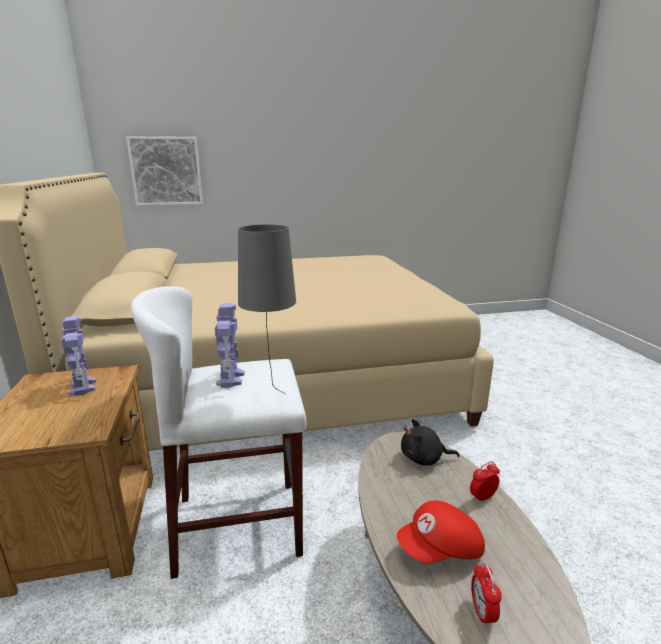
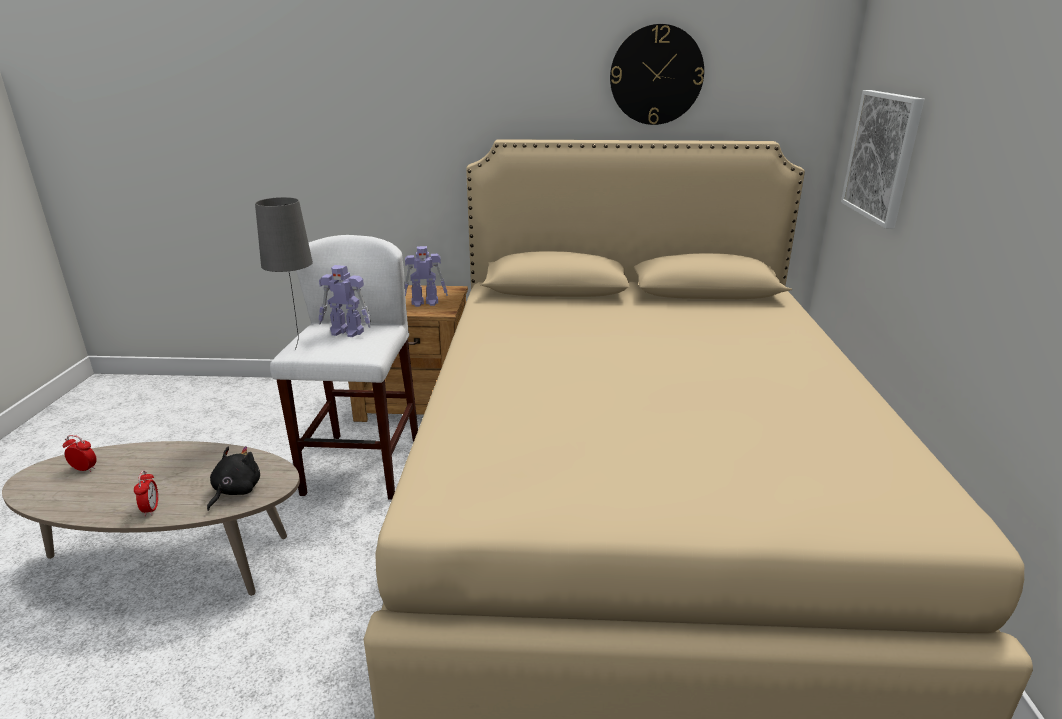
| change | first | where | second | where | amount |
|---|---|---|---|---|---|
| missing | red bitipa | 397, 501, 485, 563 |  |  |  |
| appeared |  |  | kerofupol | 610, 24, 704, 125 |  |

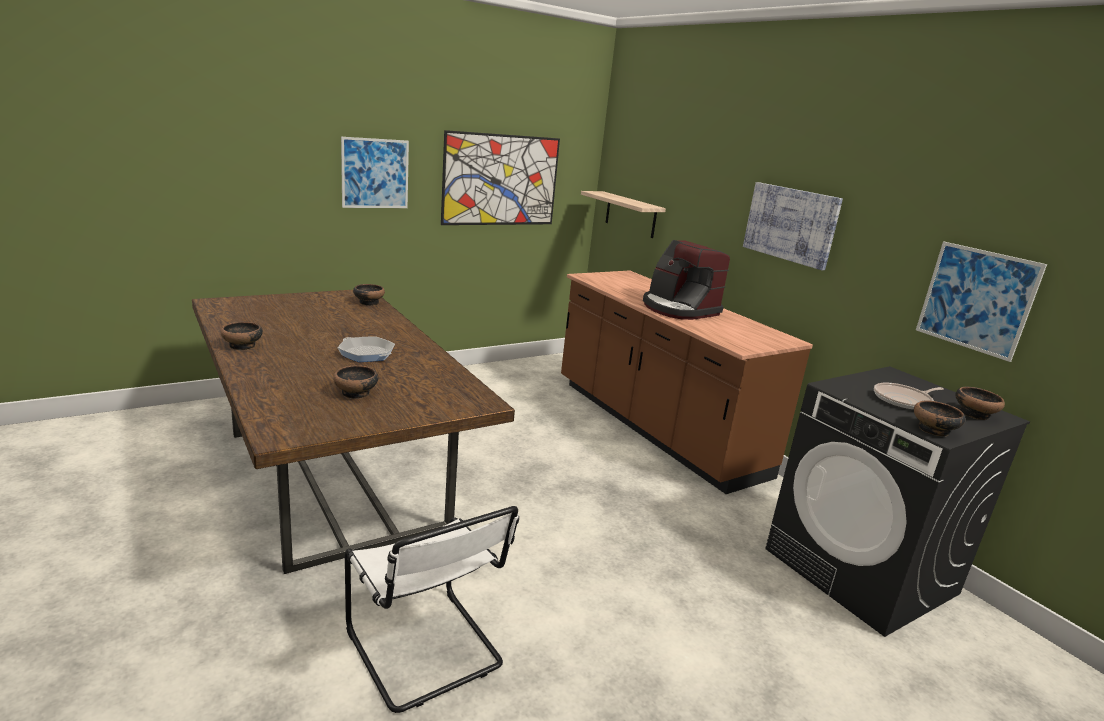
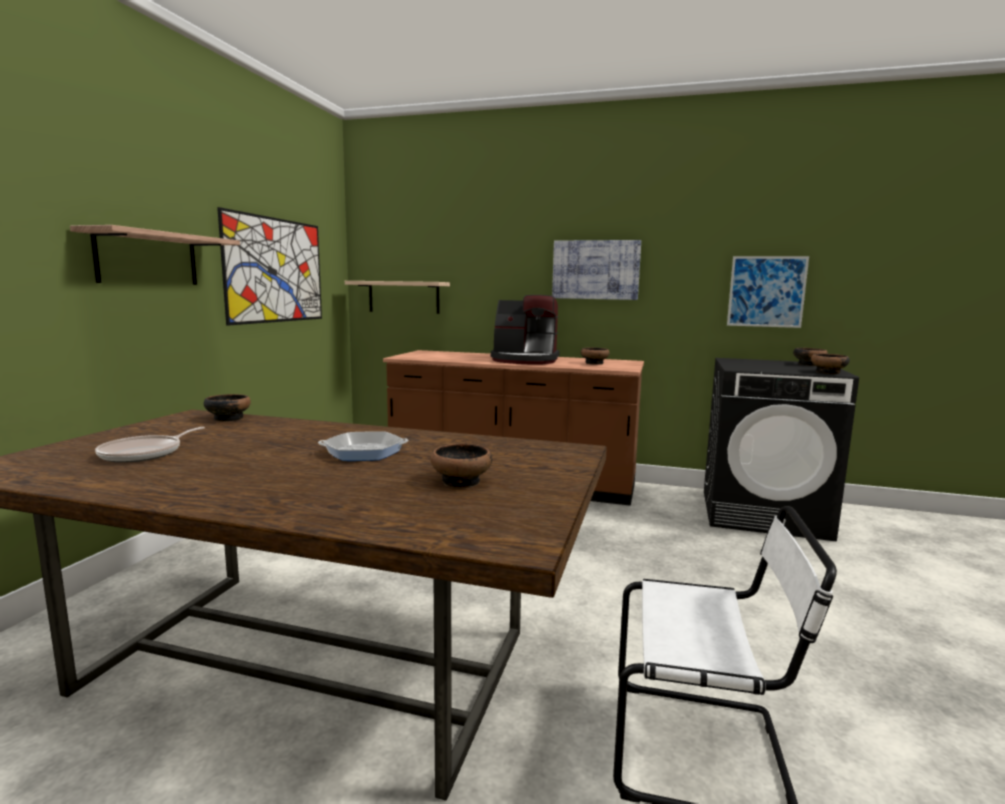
| change | first | where | second | where | amount |
|---|---|---|---|---|---|
| exchanged | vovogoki | 341, 137, 409, 208 | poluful | 70, 225, 240, 285 |  |
| relocated | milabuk | 220, 322, 263, 350 |  | 581, 347, 610, 365 |  |
| relocated | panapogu | 874, 383, 944, 410 |  | 95, 427, 205, 462 |  |

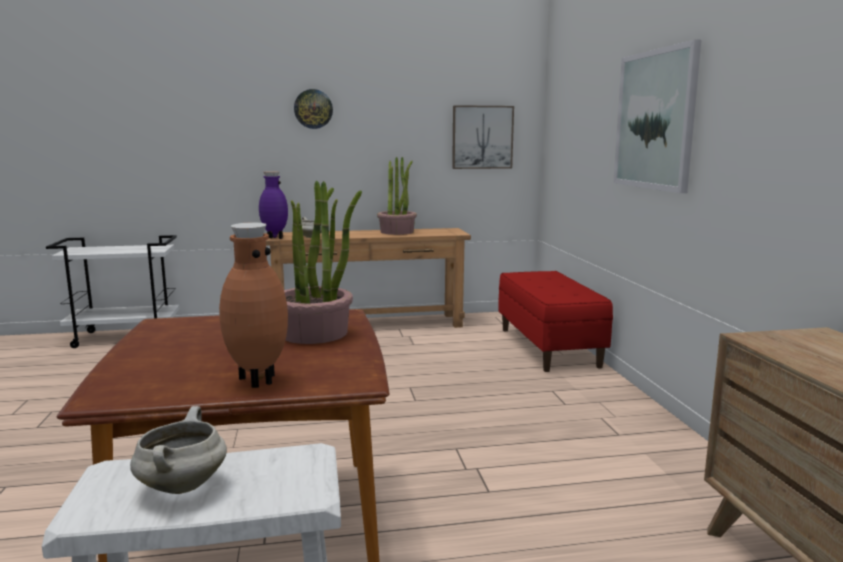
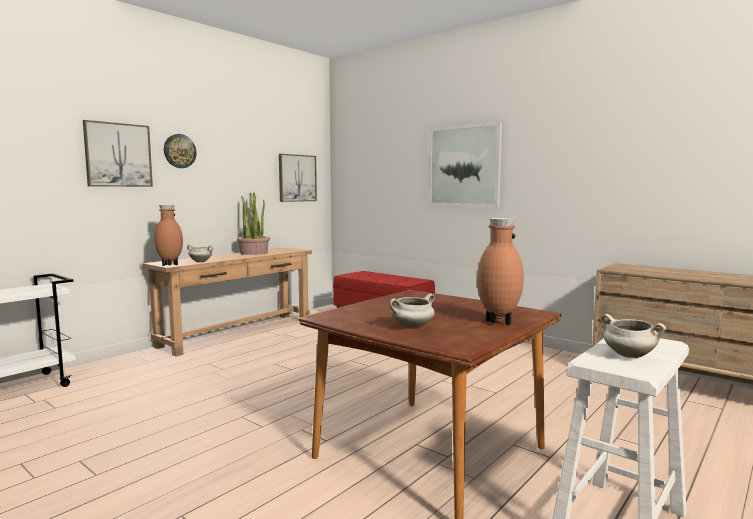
| change | first | where | second | where | amount |
|---|---|---|---|---|---|
| colour | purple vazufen | 259, 171, 288, 239 | brown vazufen | 154, 205, 183, 266 |  |
| missing | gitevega | 284, 181, 362, 344 |  |  |  |
| appeared |  |  | vovogoki | 83, 120, 153, 187 |  |
| appeared |  |  | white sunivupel | 390, 294, 435, 329 |  |

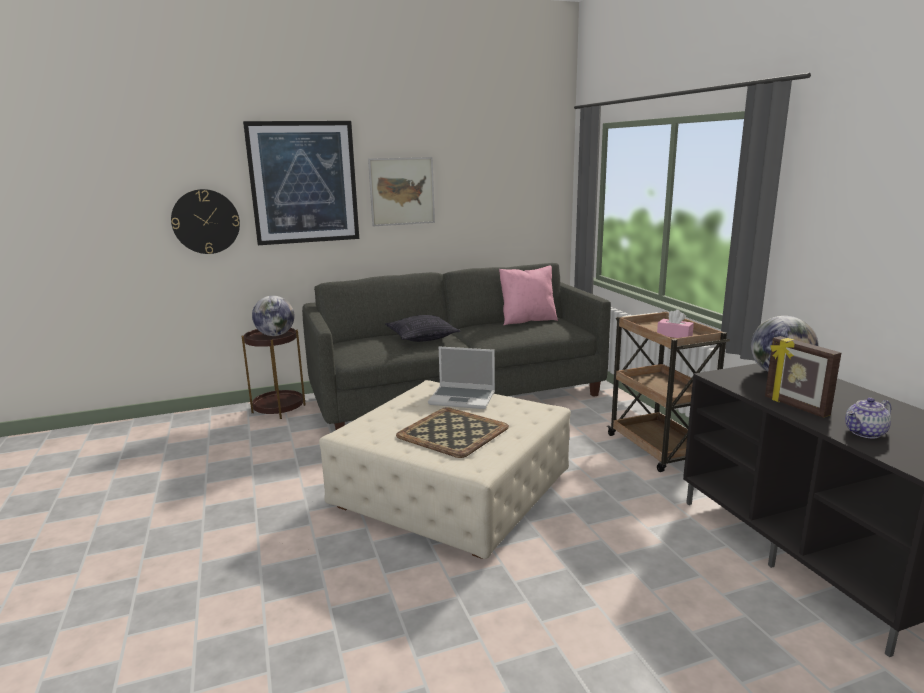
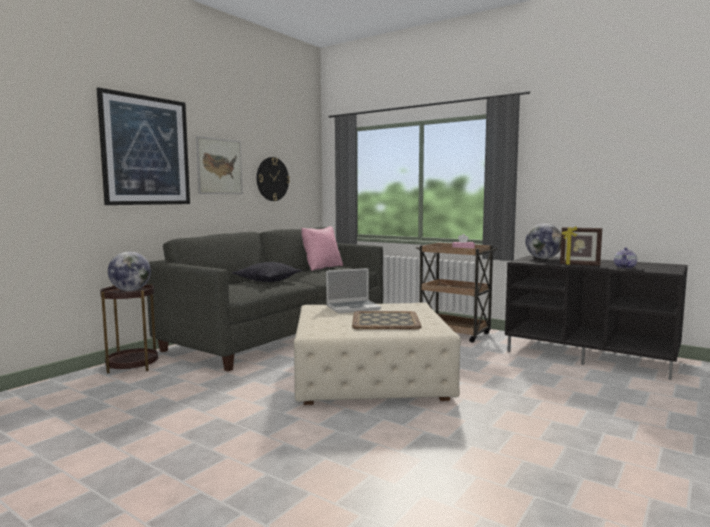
| change | first | where | second | where | amount |
|---|---|---|---|---|---|
| relocated | kerofupol | 171, 189, 240, 254 |  | 257, 157, 290, 201 |  |

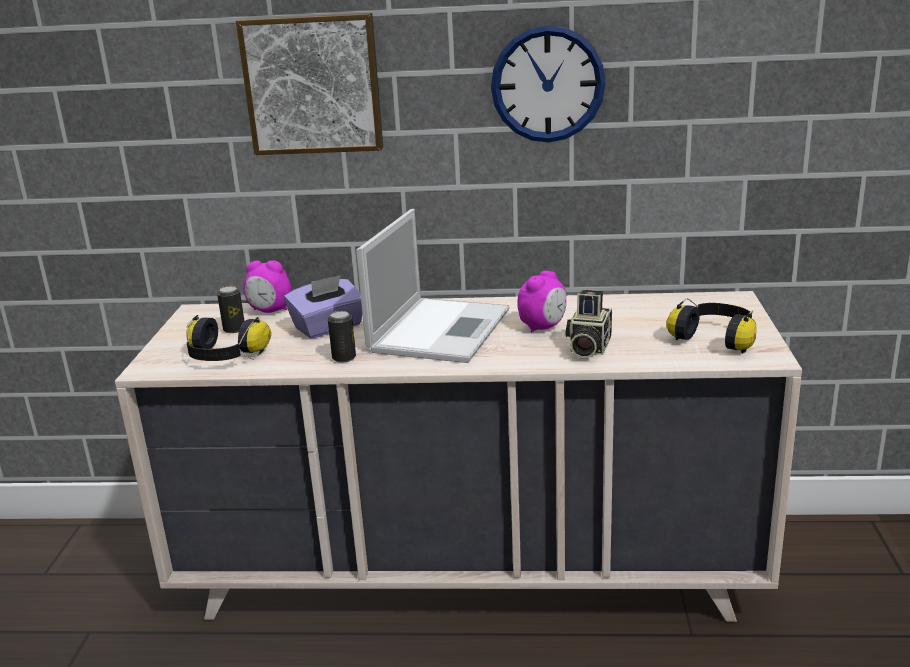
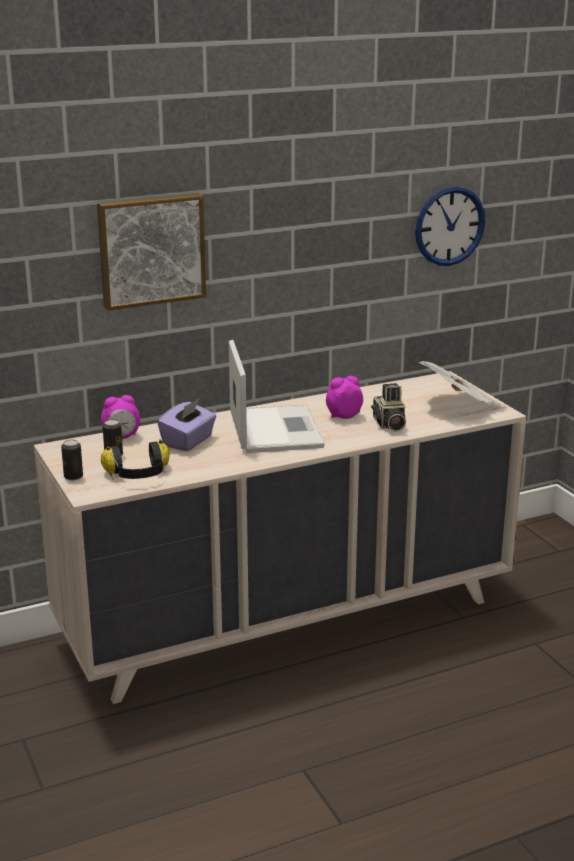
| change | first | where | second | where | amount |
|---|---|---|---|---|---|
| relocated | kerofupol | 491, 25, 606, 142 |  | 415, 186, 485, 266 |  |
| spun | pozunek | 517, 271, 566, 333 |  | 326, 376, 363, 419 | 120 degrees counterclockwise |
| exchanged | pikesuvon | 666, 298, 757, 354 | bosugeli | 418, 361, 507, 407 |  |
| relocated | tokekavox | 328, 311, 356, 362 |  | 61, 440, 83, 480 |  |

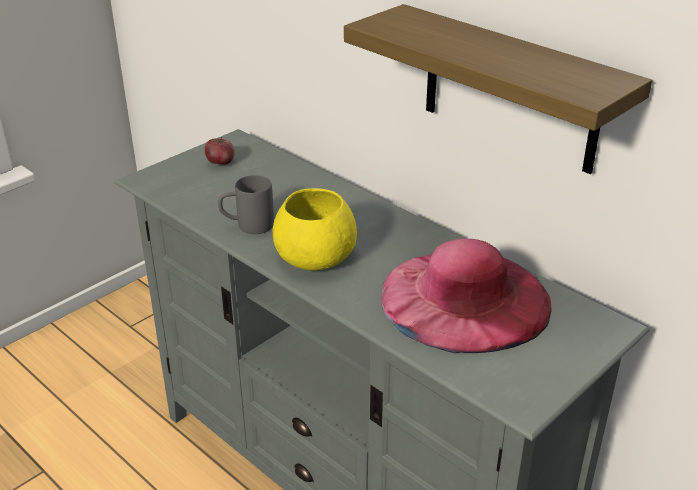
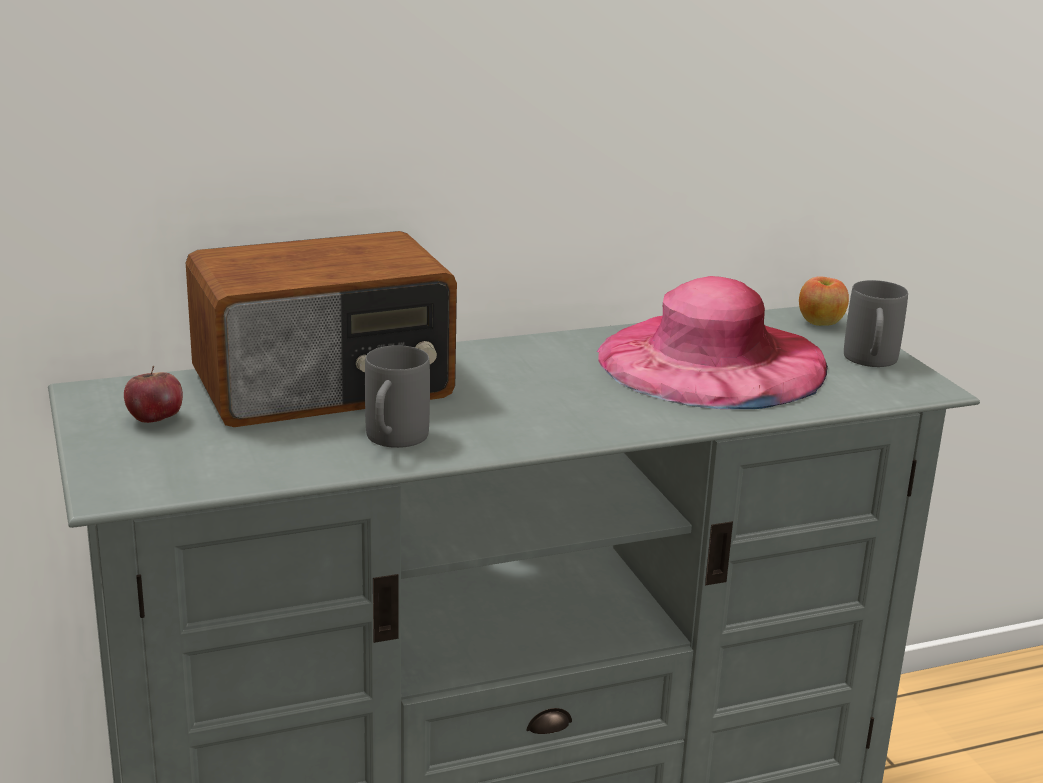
| change | first | where | second | where | amount |
|---|---|---|---|---|---|
| missing | poluful | 344, 4, 652, 174 |  |  |  |
| missing | yellow milabuk | 273, 188, 357, 271 |  |  |  |
| appeared |  |  | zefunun | 186, 231, 457, 427 |  |
| appeared |  |  | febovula | 799, 276, 849, 326 |  |
| appeared |  |  | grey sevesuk | 844, 280, 908, 367 |  |

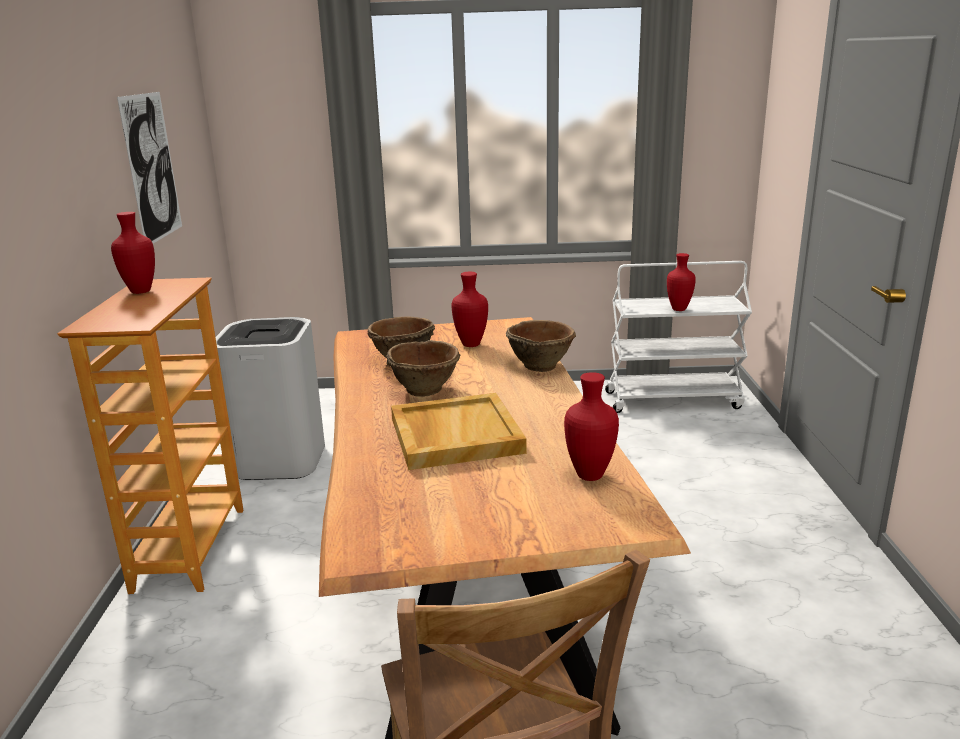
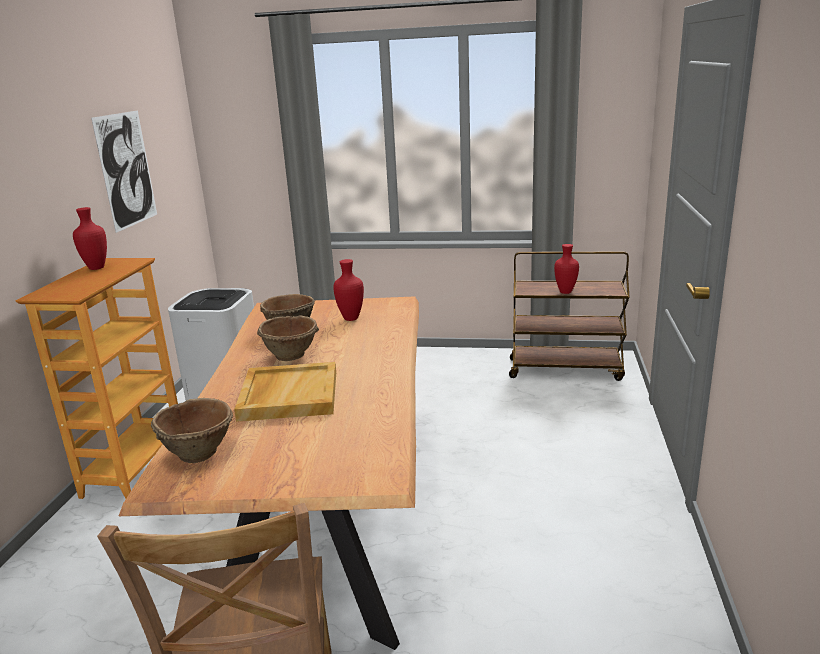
| change | first | where | second | where | amount |
|---|---|---|---|---|---|
| colour | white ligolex | 605, 261, 752, 413 | brown ligolex | 509, 251, 629, 381 |  |
| relocated | brown milabuk | 506, 320, 576, 372 |  | 151, 398, 233, 463 |  |
| missing | red vazufen | 564, 372, 619, 481 |  |  |  |

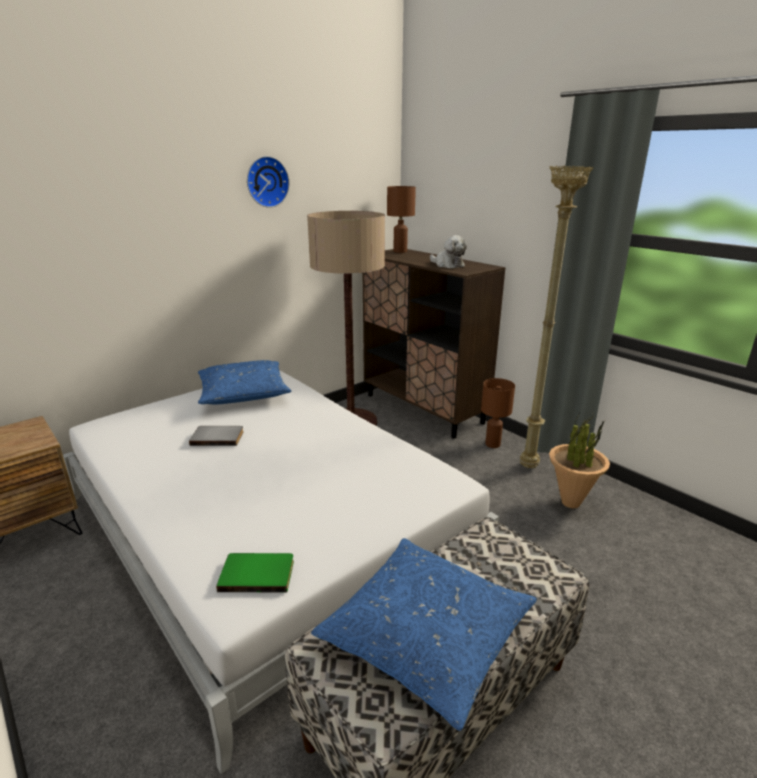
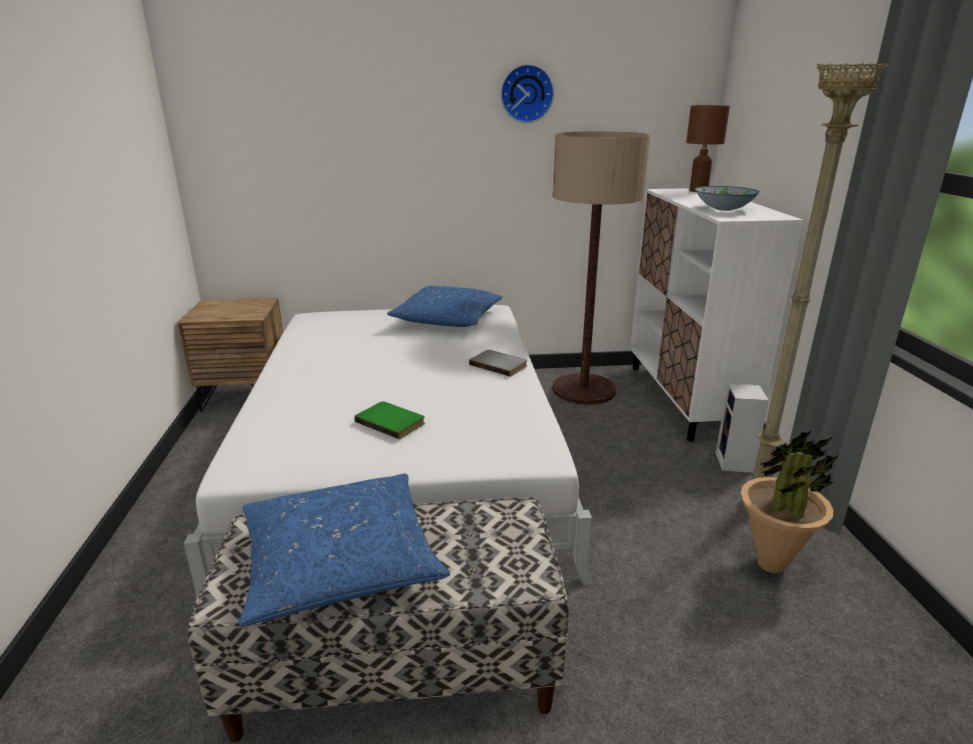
| change | first | where | second | where | amount |
|---|---|---|---|---|---|
| exchanged | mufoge | 430, 235, 467, 268 | milabuk | 695, 186, 760, 211 |  |
| colour | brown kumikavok | 363, 249, 506, 439 | white kumikavok | 630, 188, 804, 442 |  |
| exchanged | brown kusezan | 481, 378, 515, 448 | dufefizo | 716, 384, 769, 473 |  |
| relocated | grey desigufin | 189, 426, 244, 446 |  | 469, 350, 528, 377 |  |
| relocated | green desigufin | 216, 553, 294, 592 |  | 354, 401, 425, 439 |  |

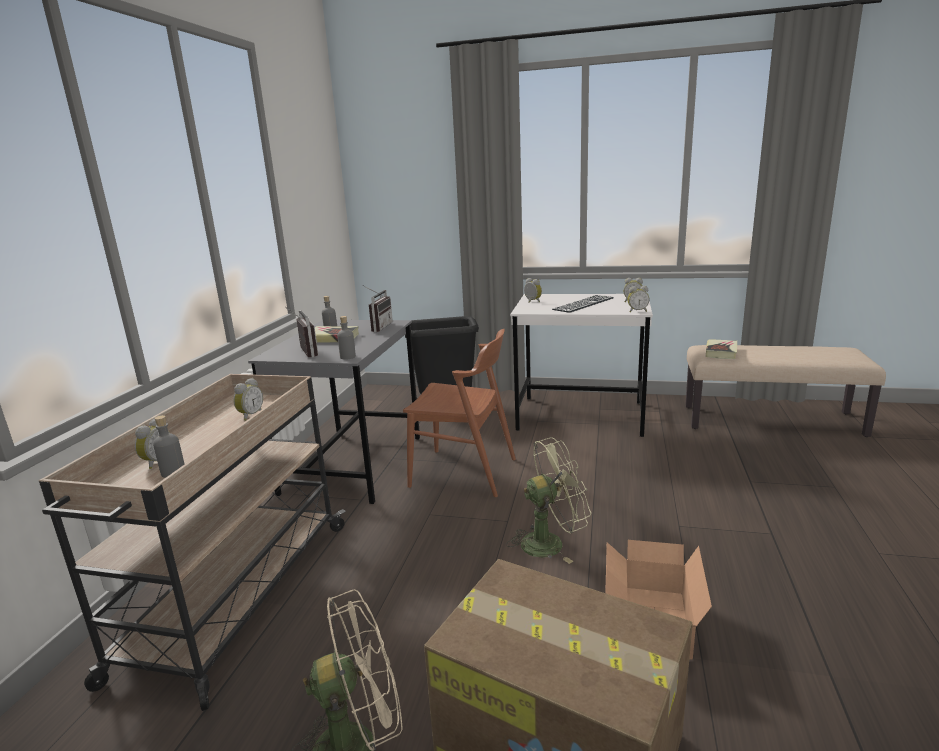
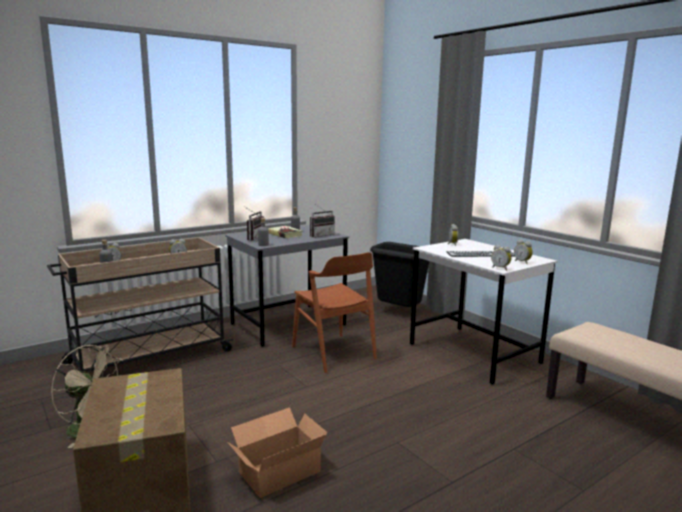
| change | first | where | second | where | amount |
|---|---|---|---|---|---|
| missing | desigufin | 706, 339, 737, 359 |  |  |  |
| missing | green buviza | 507, 437, 592, 564 |  |  |  |

